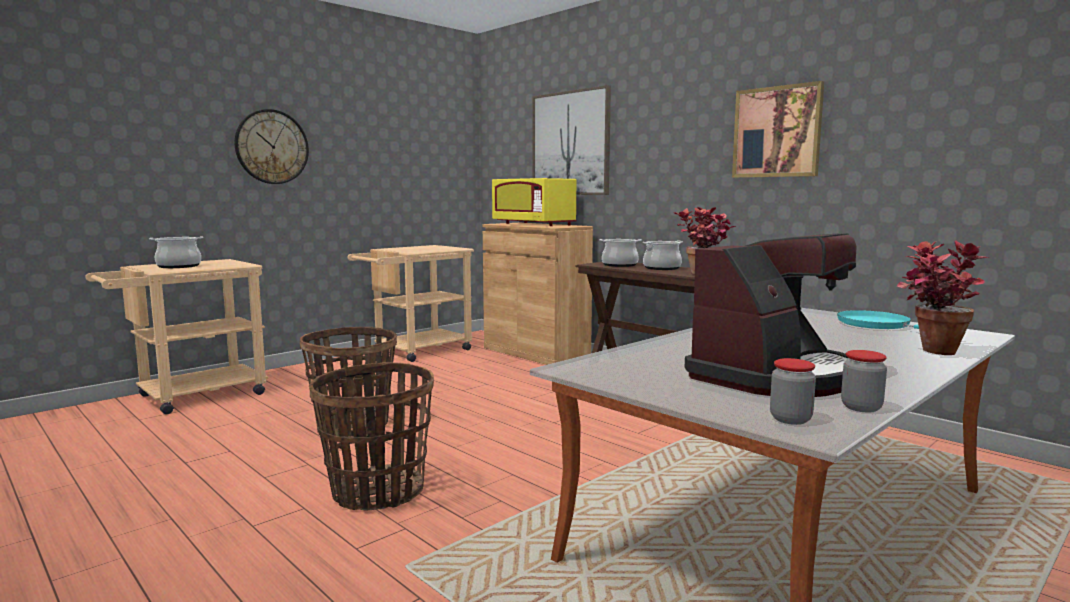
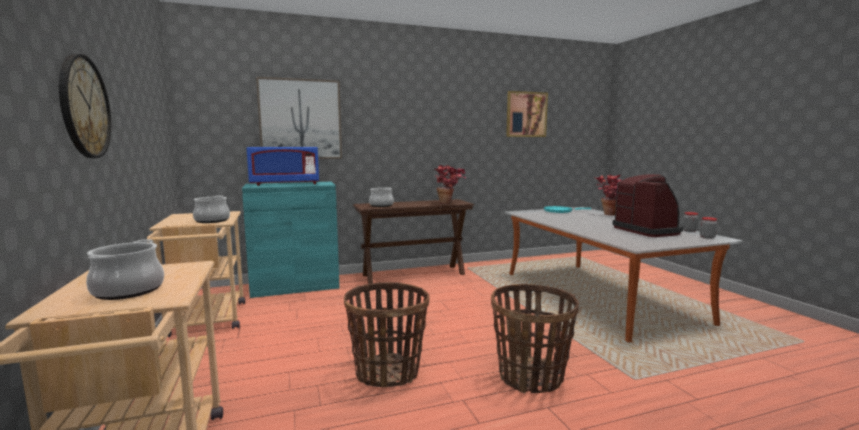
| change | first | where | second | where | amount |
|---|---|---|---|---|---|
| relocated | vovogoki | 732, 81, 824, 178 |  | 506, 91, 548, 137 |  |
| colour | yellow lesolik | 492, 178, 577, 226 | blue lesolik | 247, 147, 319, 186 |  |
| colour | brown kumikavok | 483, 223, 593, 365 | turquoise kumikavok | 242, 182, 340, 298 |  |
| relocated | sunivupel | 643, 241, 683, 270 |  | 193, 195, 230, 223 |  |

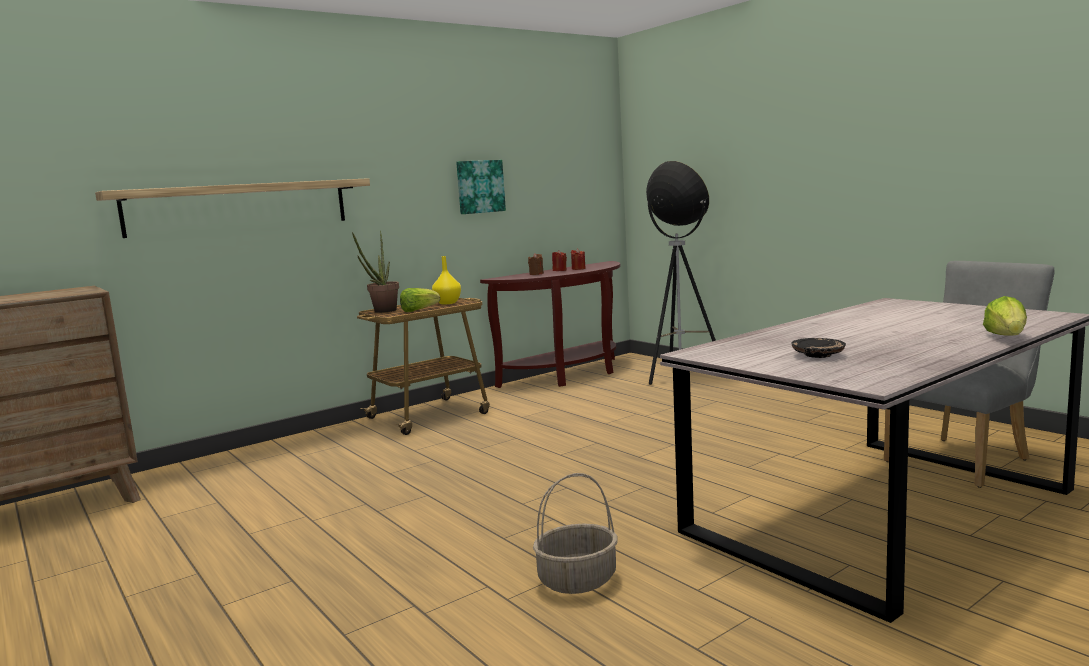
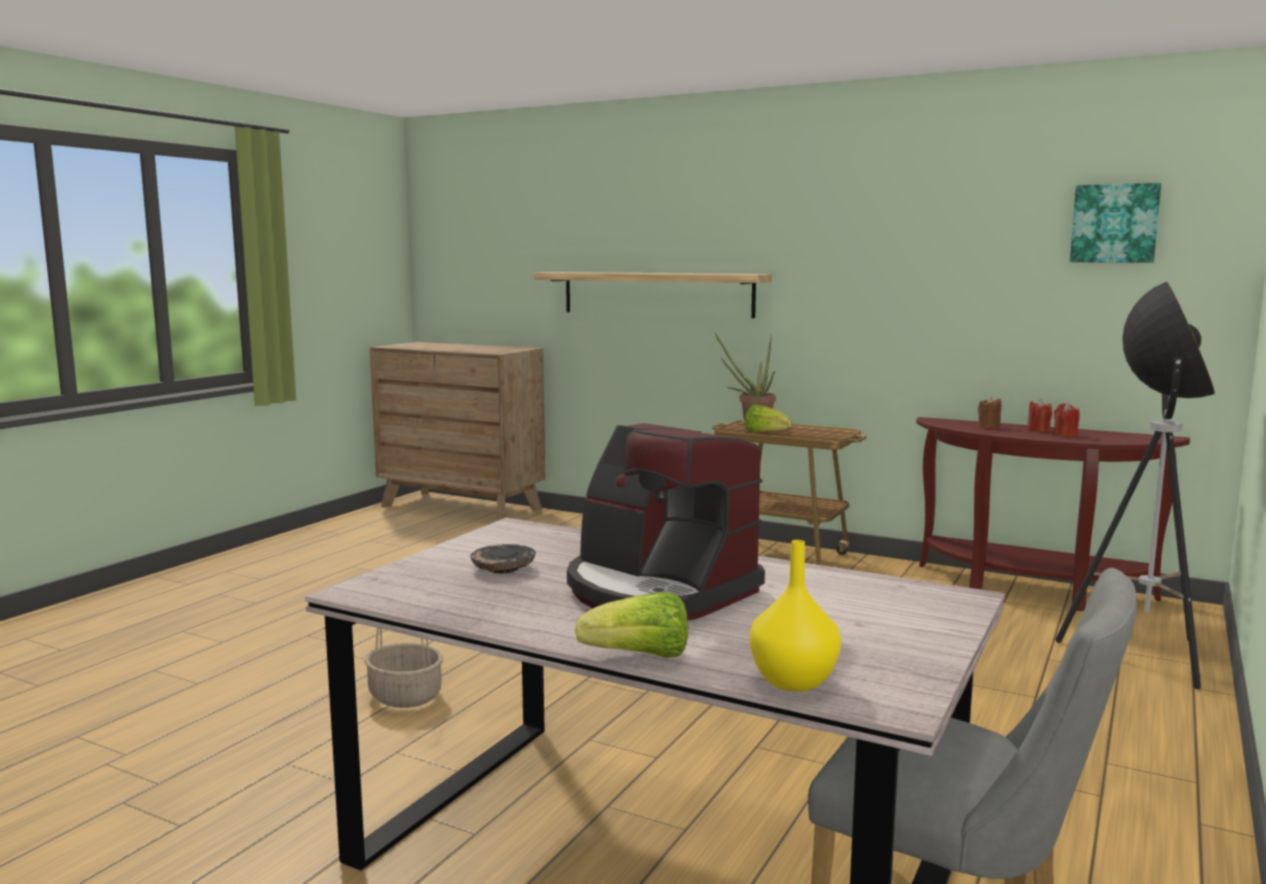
| change | first | where | second | where | amount |
|---|---|---|---|---|---|
| relocated | vovogoki | 456, 160, 506, 214 |  | 1070, 183, 1161, 263 |  |
| relocated | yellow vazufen | 432, 256, 461, 304 |  | 750, 540, 841, 692 |  |
| appeared |  |  | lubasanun | 567, 423, 765, 620 |  |

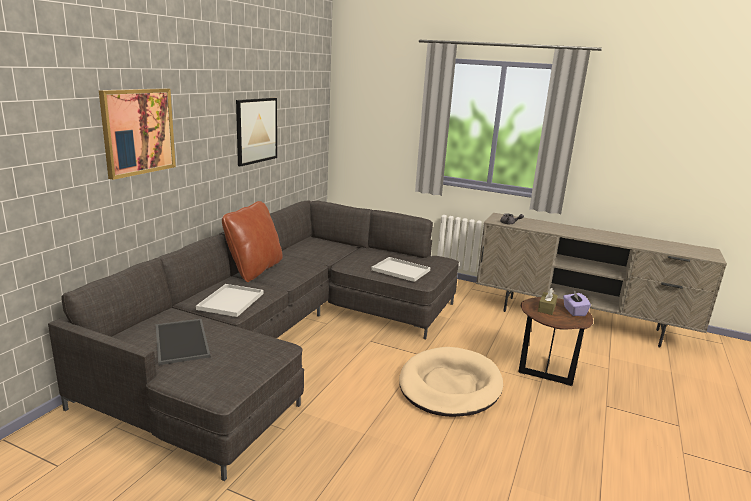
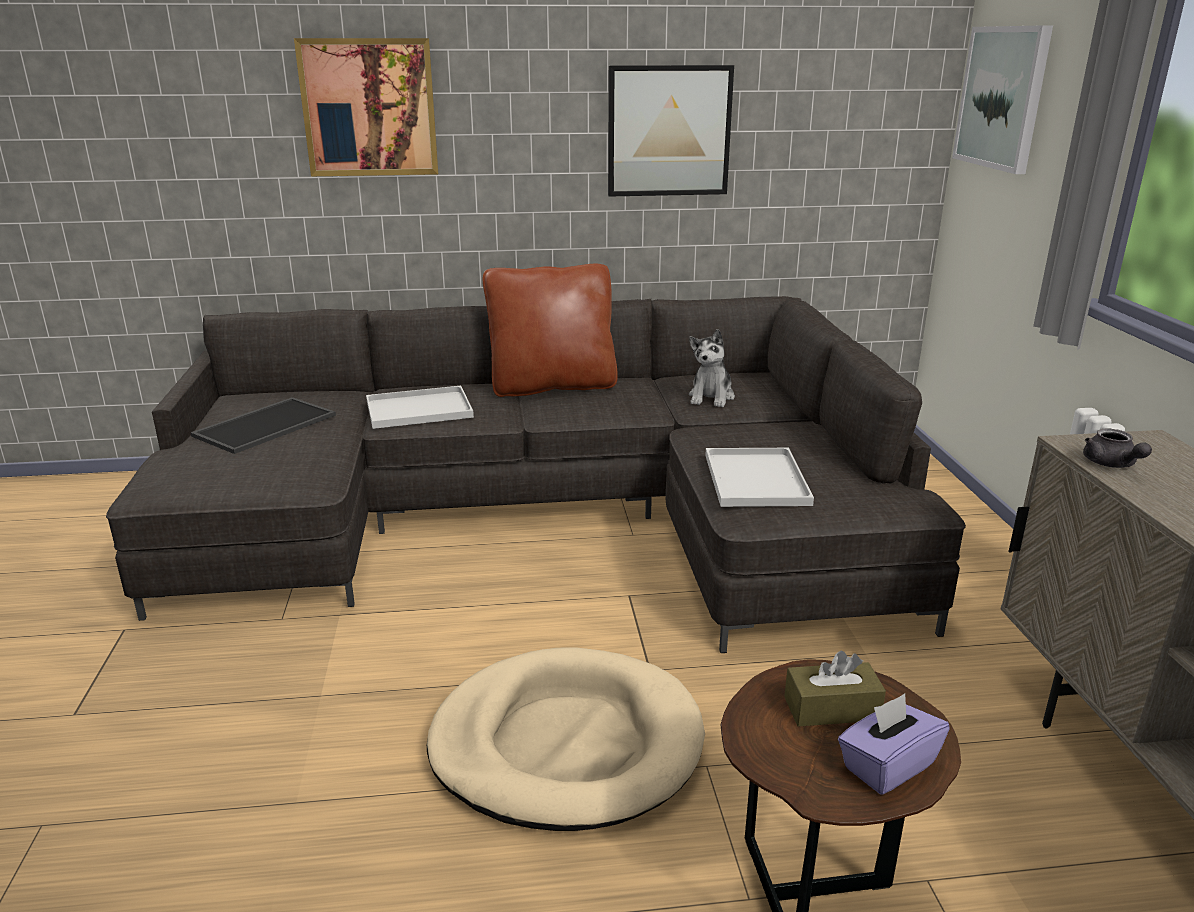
| change | first | where | second | where | amount |
|---|---|---|---|---|---|
| appeared |  |  | vovogoki | 952, 25, 1053, 174 |  |
| appeared |  |  | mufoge | 689, 329, 735, 407 |  |

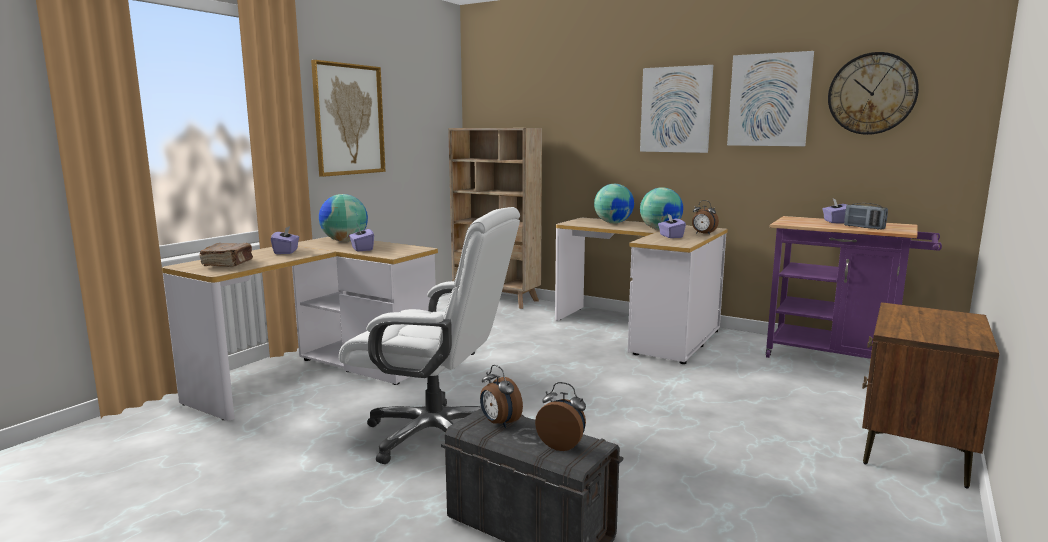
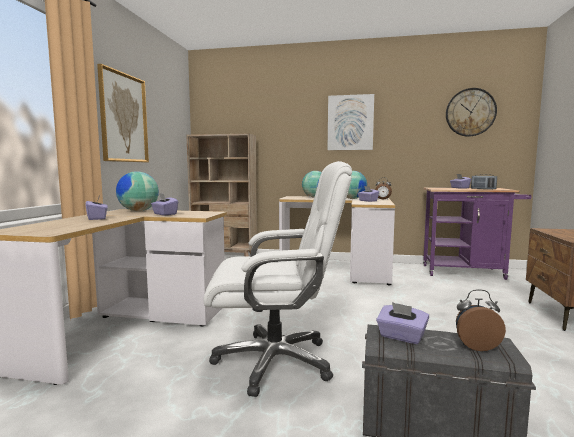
| change | first | where | second | where | amount |
|---|---|---|---|---|---|
| missing | vovogoki | 727, 51, 814, 146 |  |  |  |
| missing | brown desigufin | 199, 243, 253, 267 |  |  |  |
| exchanged | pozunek | 480, 365, 523, 428 | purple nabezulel | 376, 302, 429, 344 |  |

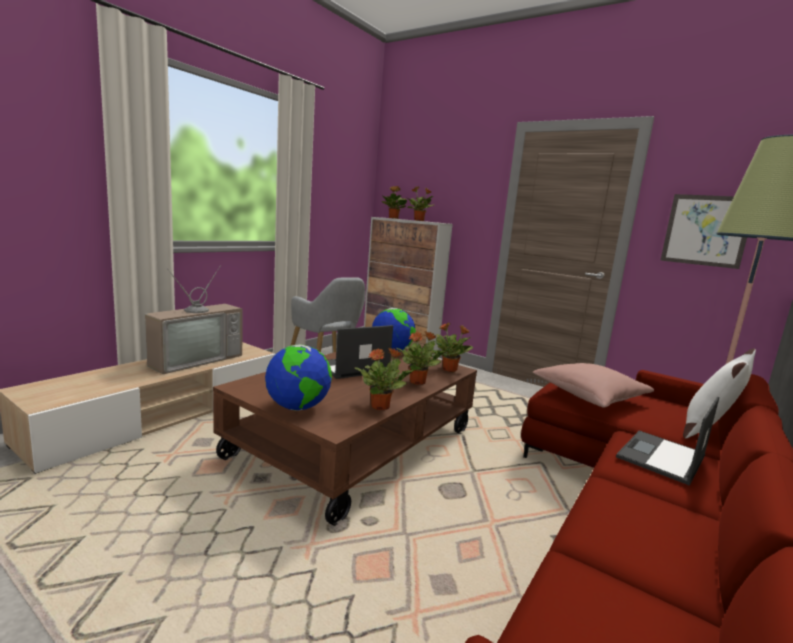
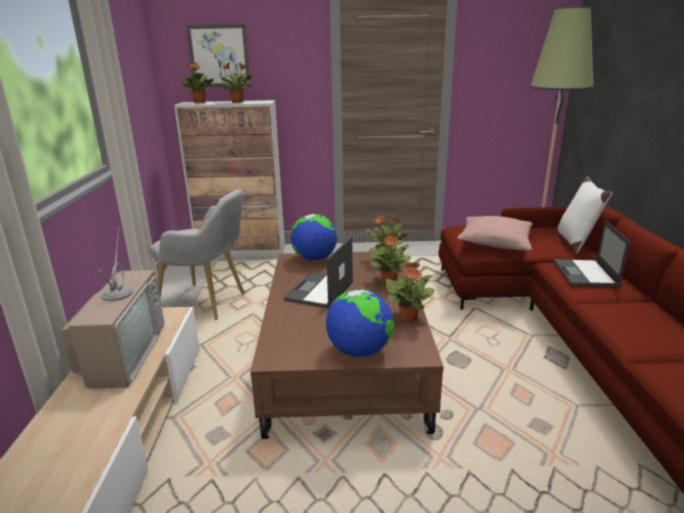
| change | first | where | second | where | amount |
|---|---|---|---|---|---|
| relocated | vovogoki | 661, 194, 747, 269 |  | 186, 24, 251, 87 |  |

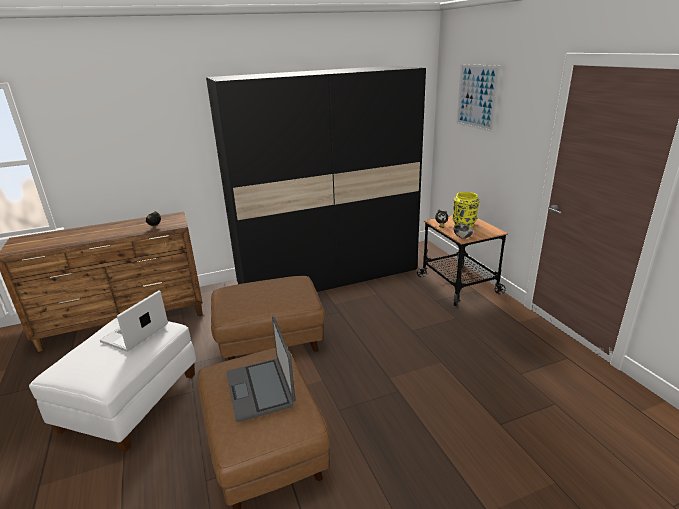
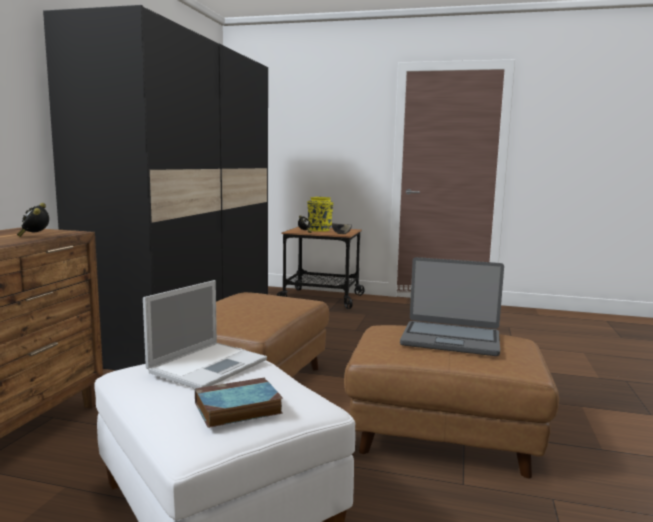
| change | first | where | second | where | amount |
|---|---|---|---|---|---|
| missing | vovogoki | 456, 64, 501, 132 |  |  |  |
| spun | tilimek | 99, 290, 168, 352 |  | 143, 280, 267, 389 | 120 degrees counterclockwise |
| appeared |  |  | desigufin | 195, 377, 283, 428 |  |

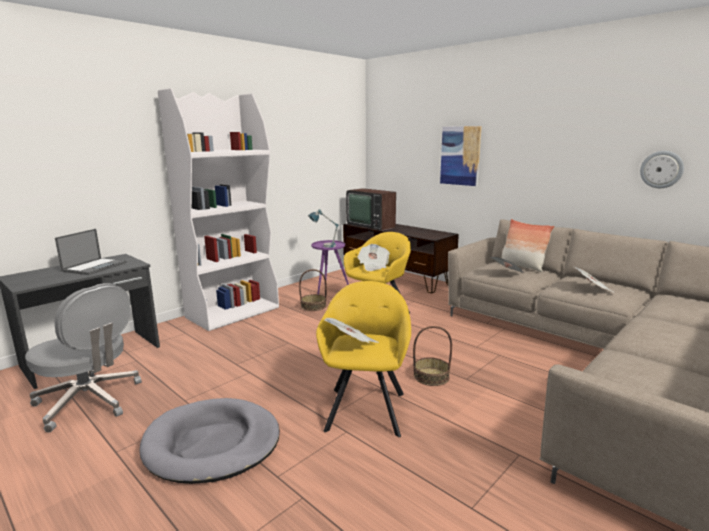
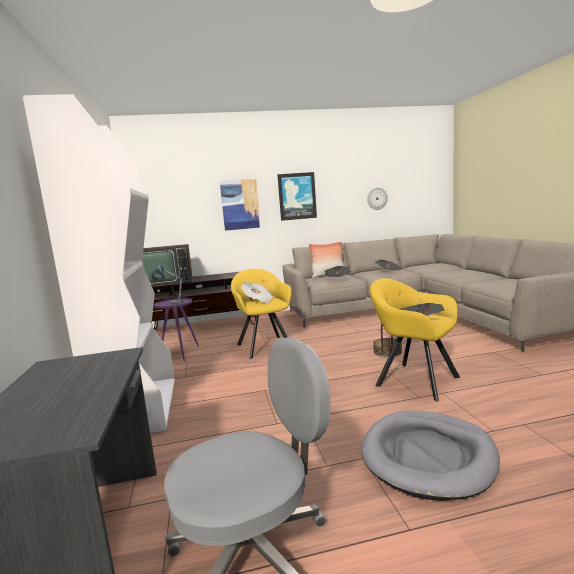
| change | first | where | second | where | amount |
|---|---|---|---|---|---|
| missing | tilimek | 55, 229, 127, 275 |  |  |  |
| missing | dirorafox | 299, 269, 327, 311 |  |  |  |
| appeared |  |  | vovogoki | 277, 172, 317, 221 |  |

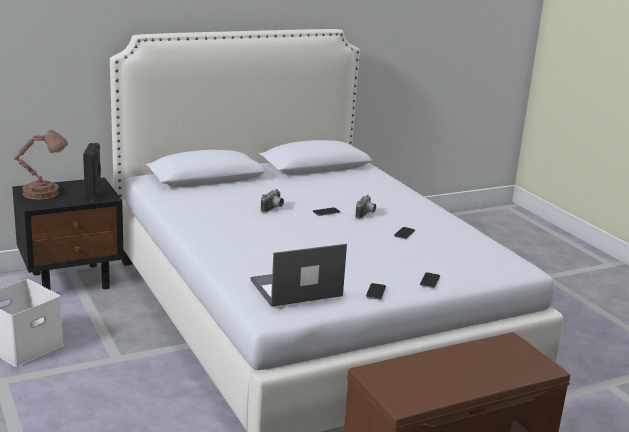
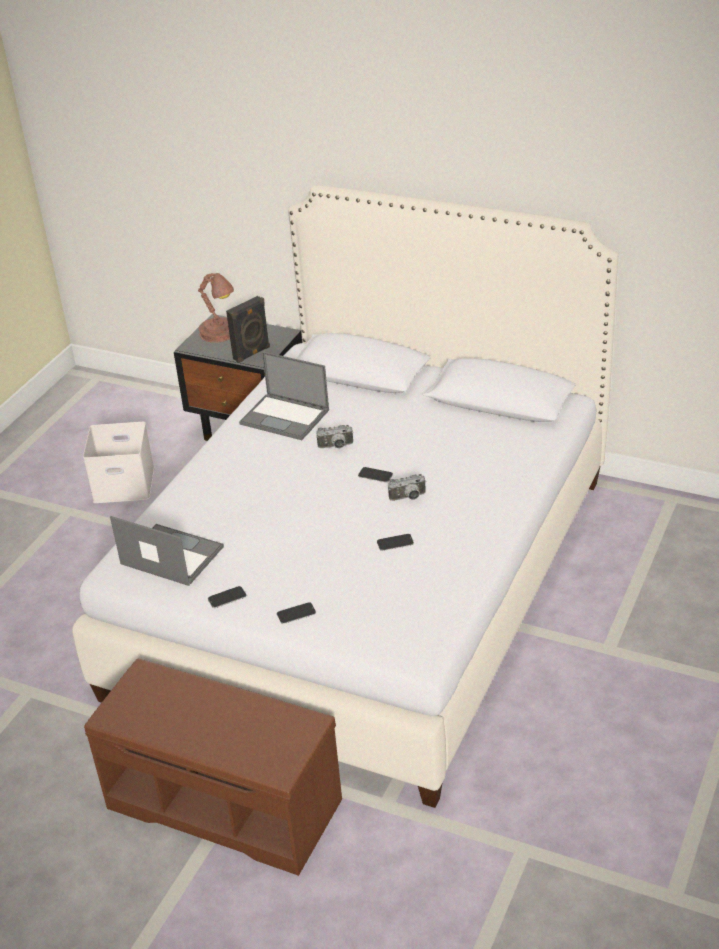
| change | first | where | second | where | amount |
|---|---|---|---|---|---|
| appeared |  |  | tilimek | 239, 351, 329, 440 |  |

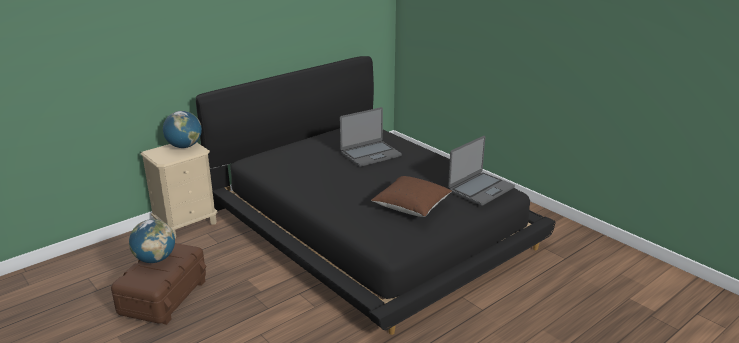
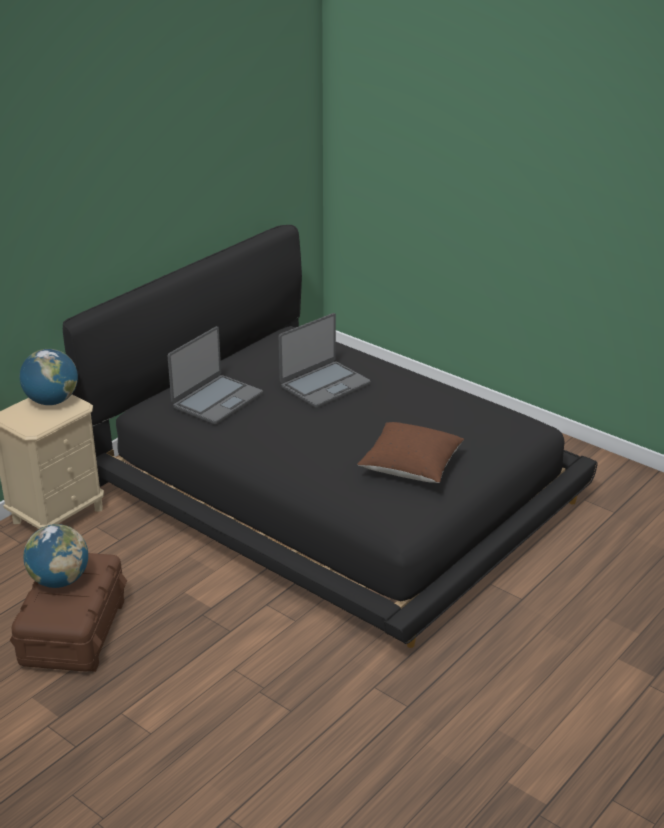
| change | first | where | second | where | amount |
|---|---|---|---|---|---|
| relocated | tilimek | 448, 136, 515, 206 |  | 168, 326, 263, 425 |  |

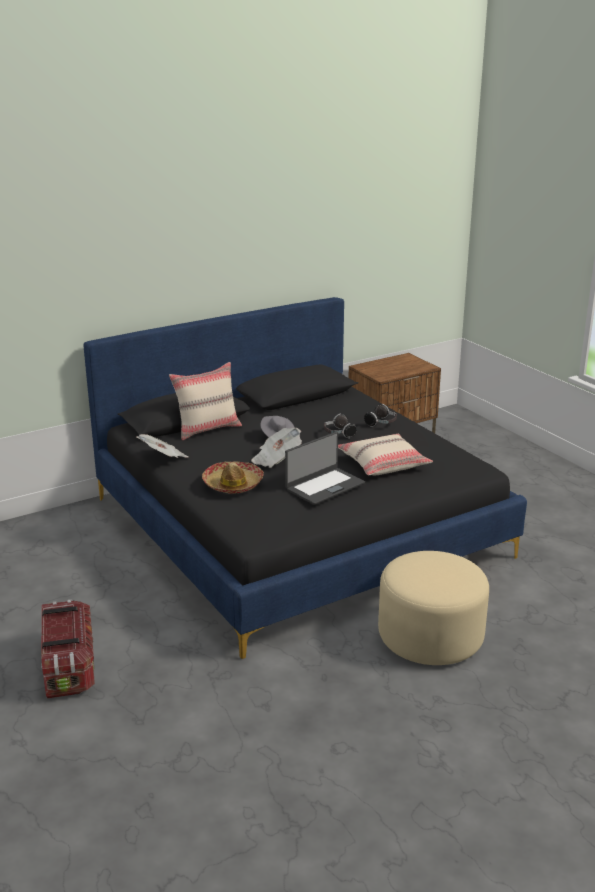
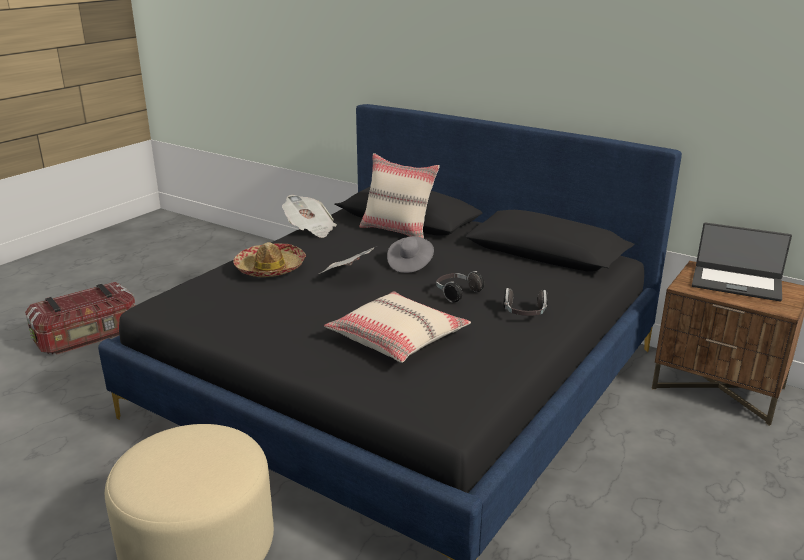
| change | first | where | second | where | amount |
|---|---|---|---|---|---|
| relocated | tilimek | 285, 432, 365, 505 |  | 692, 222, 792, 301 |  |

